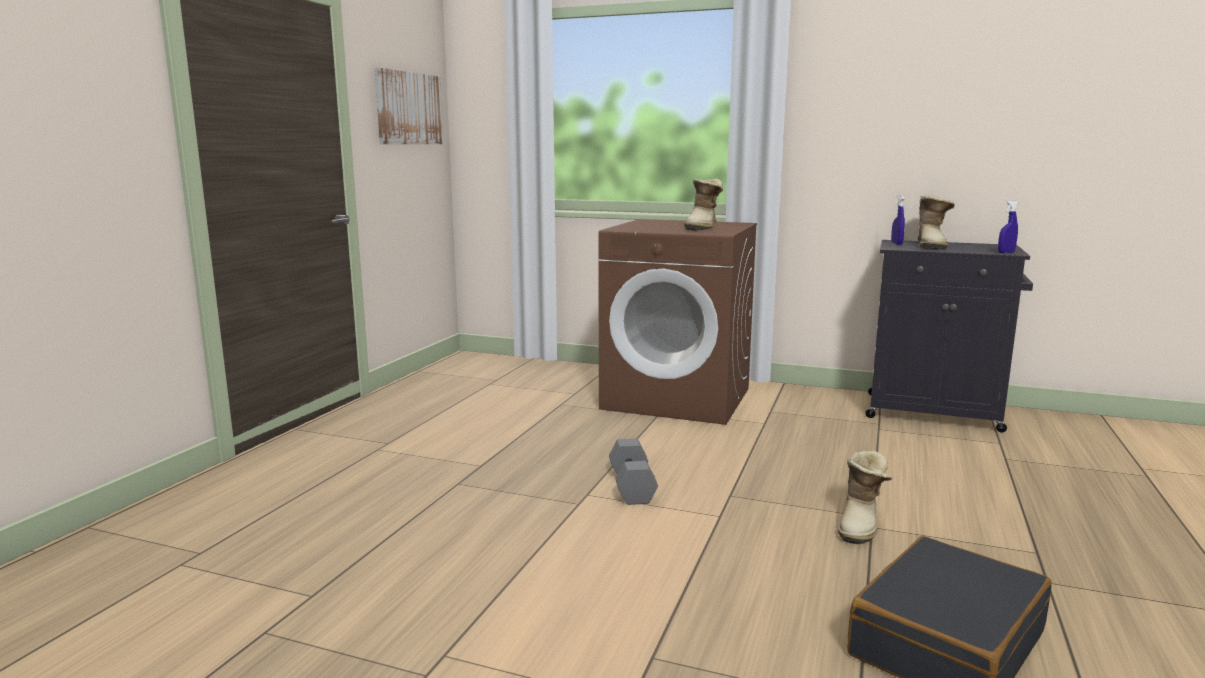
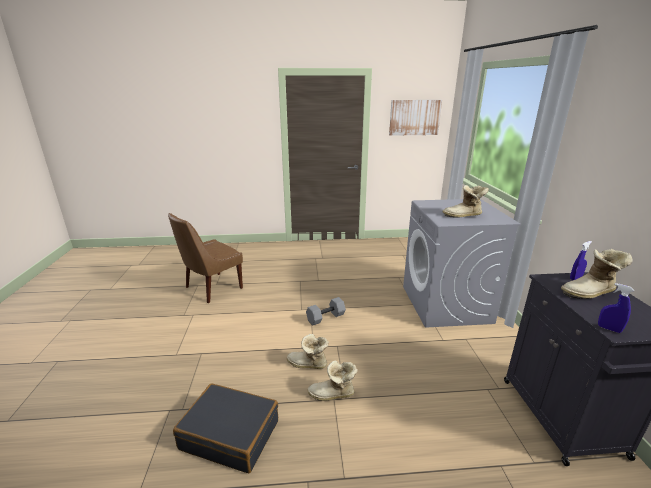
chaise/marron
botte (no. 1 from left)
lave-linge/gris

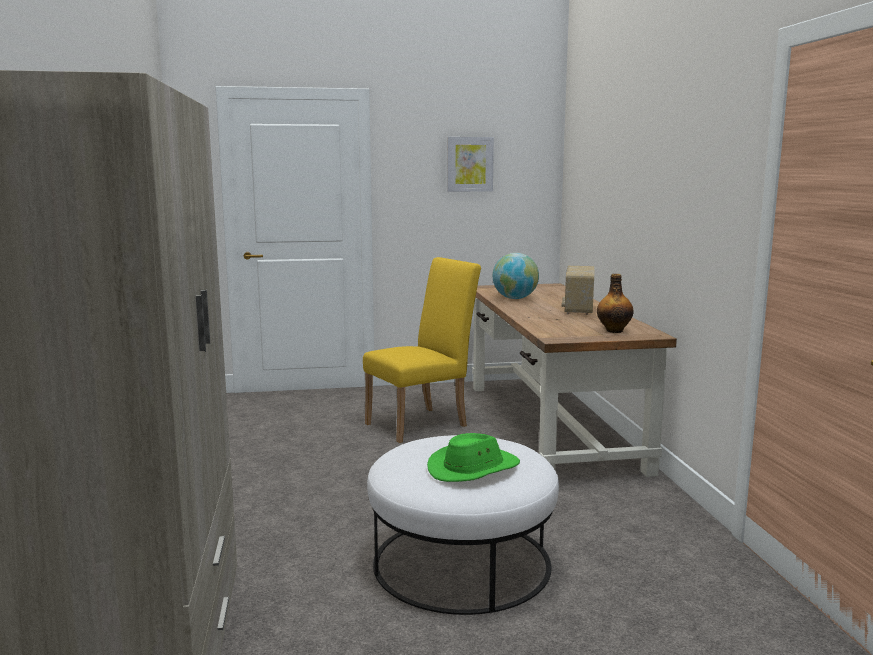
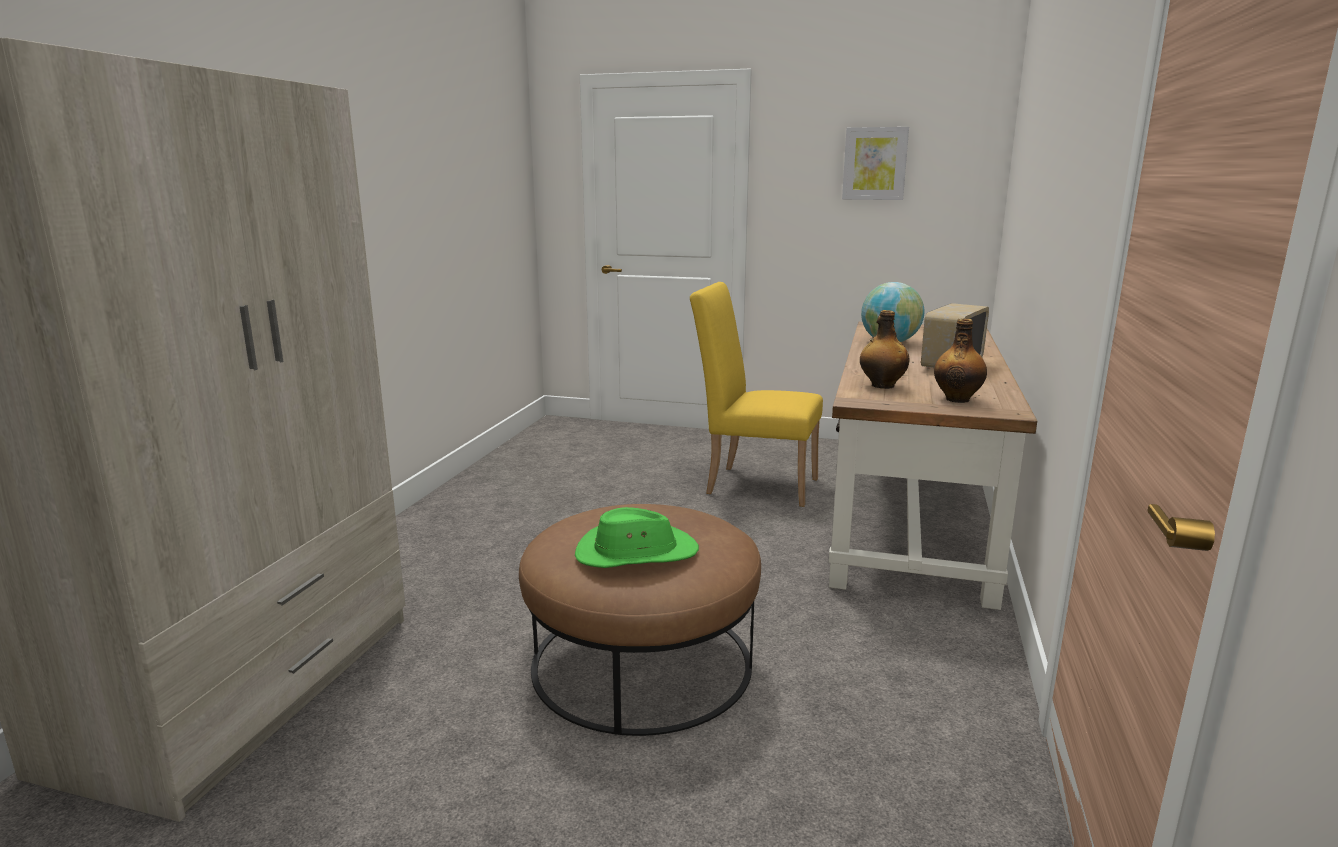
bouteille (no. 1 from left)
pouf/marron
chaise/jaune

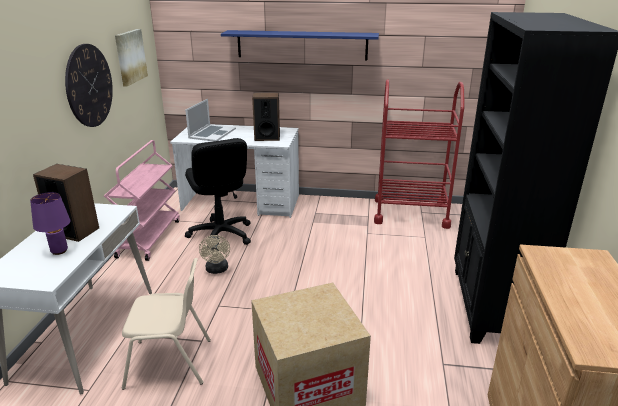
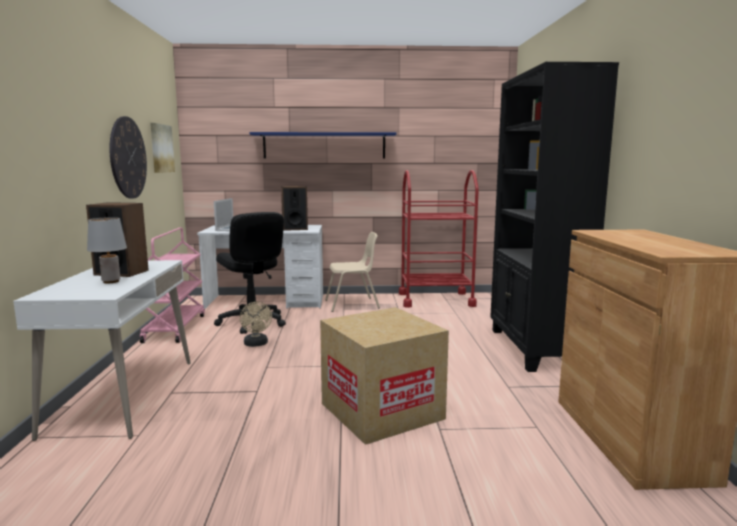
chaise/beige
lampe de table/gris

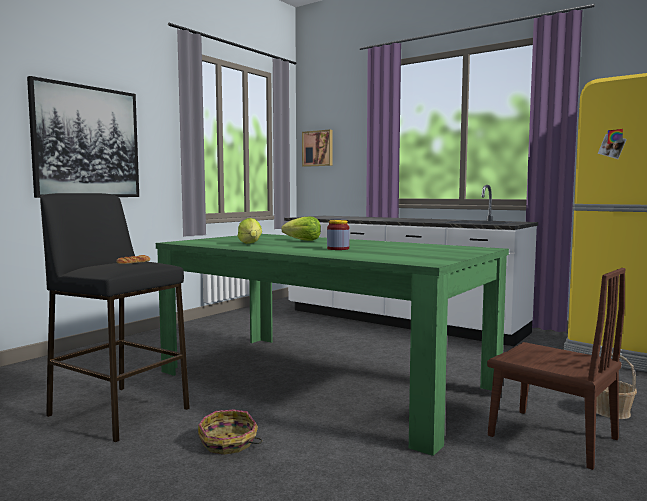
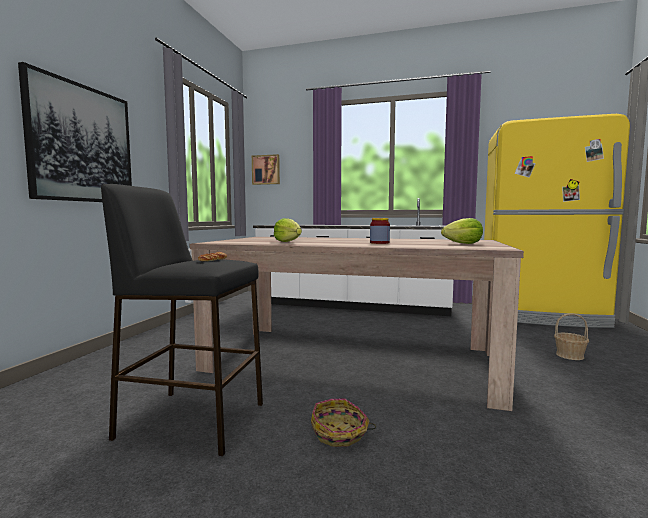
chaise/marron
laitue (no. 2 from left)
table à manger/beige

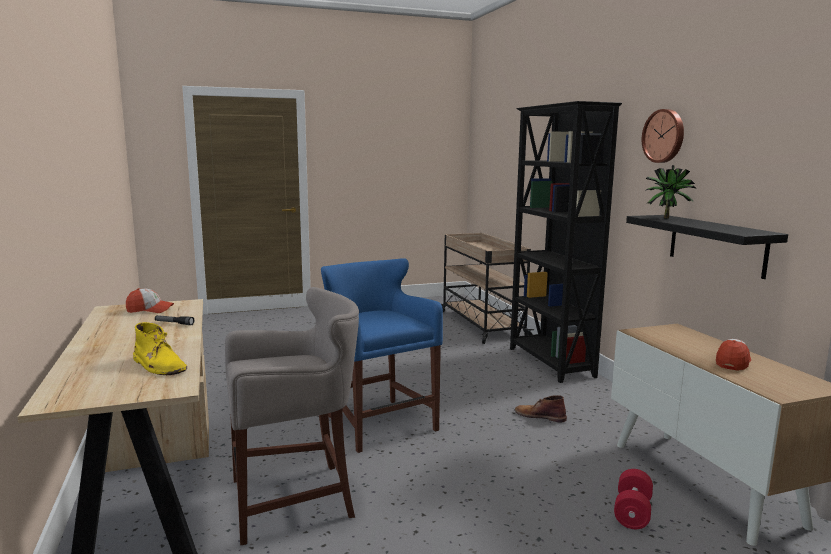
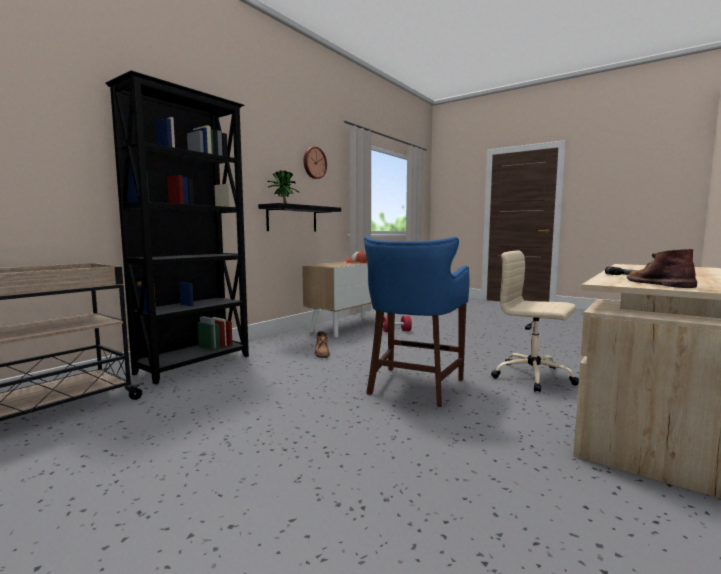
botte/jaune
horloge murale
botte/marron (no. 2 from left)
chaise de bureau/beige

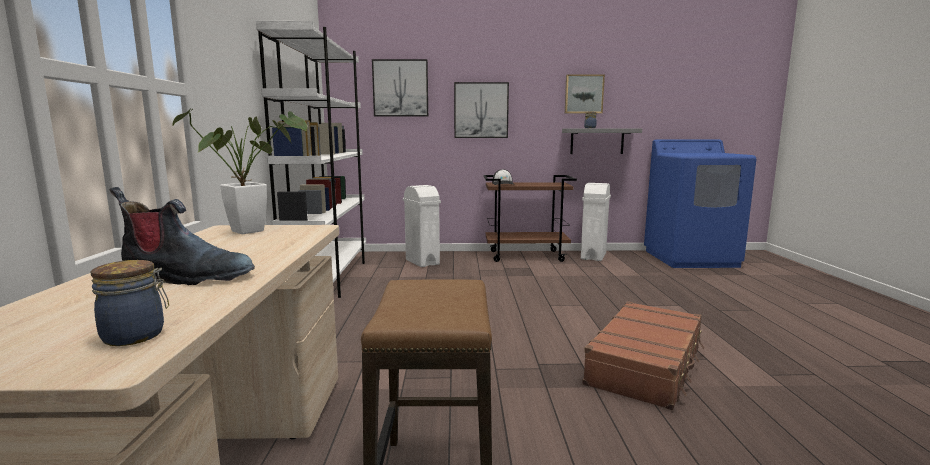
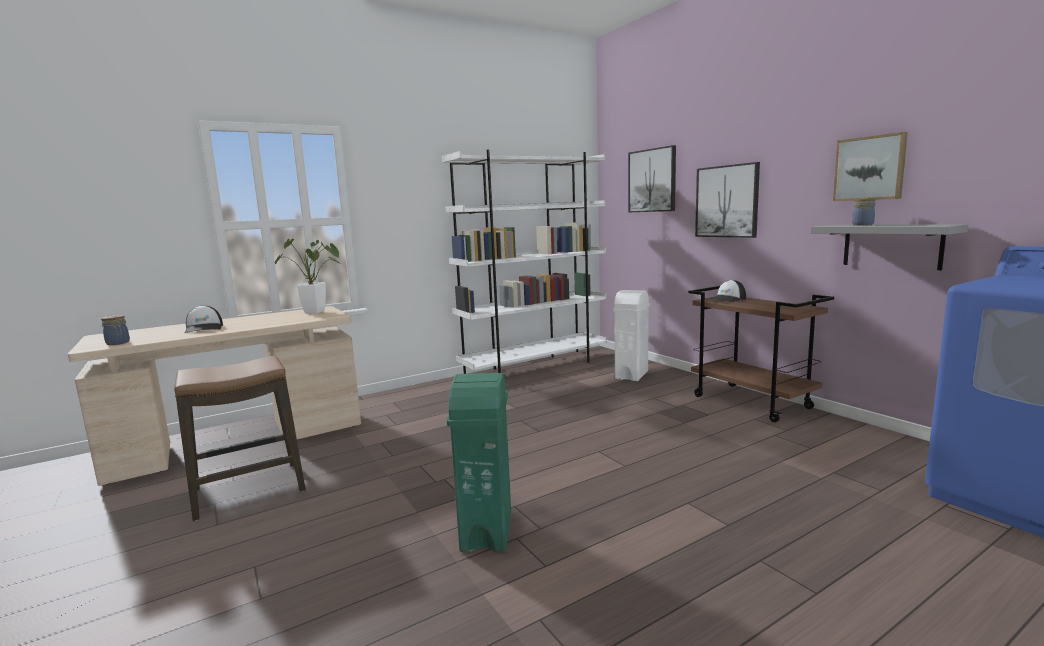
poubelle/blanc (no. 2 from left in the first image)
casquette (no. 1 from left)
poubelle/vert

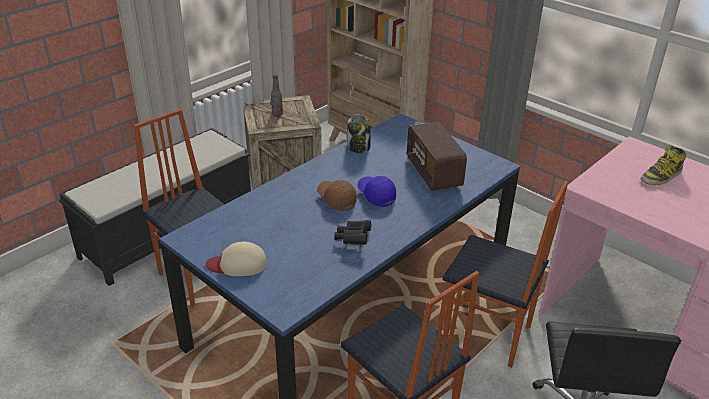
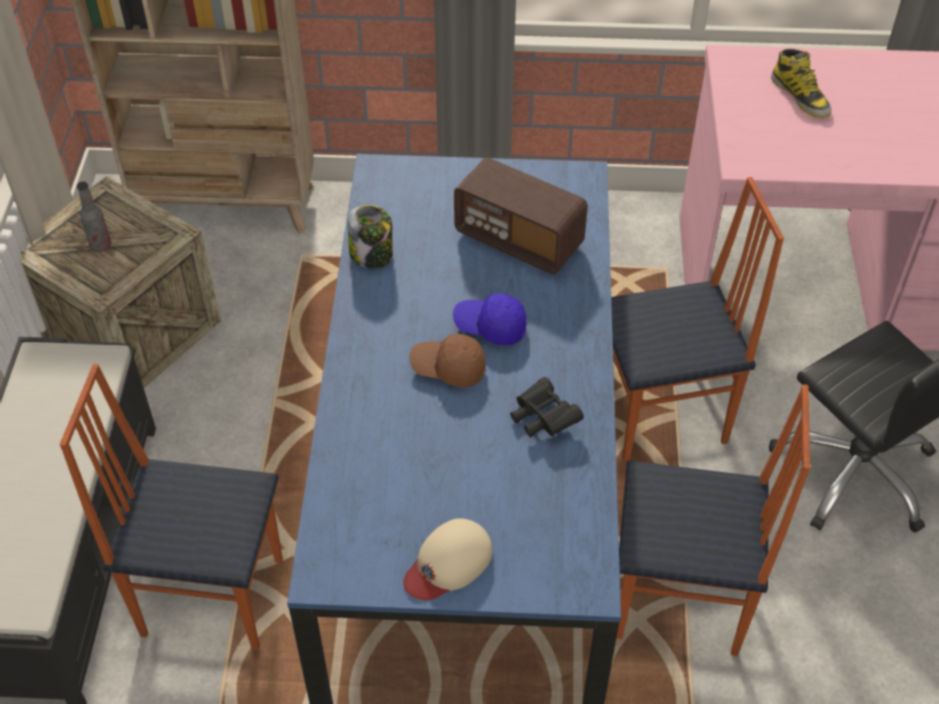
botte

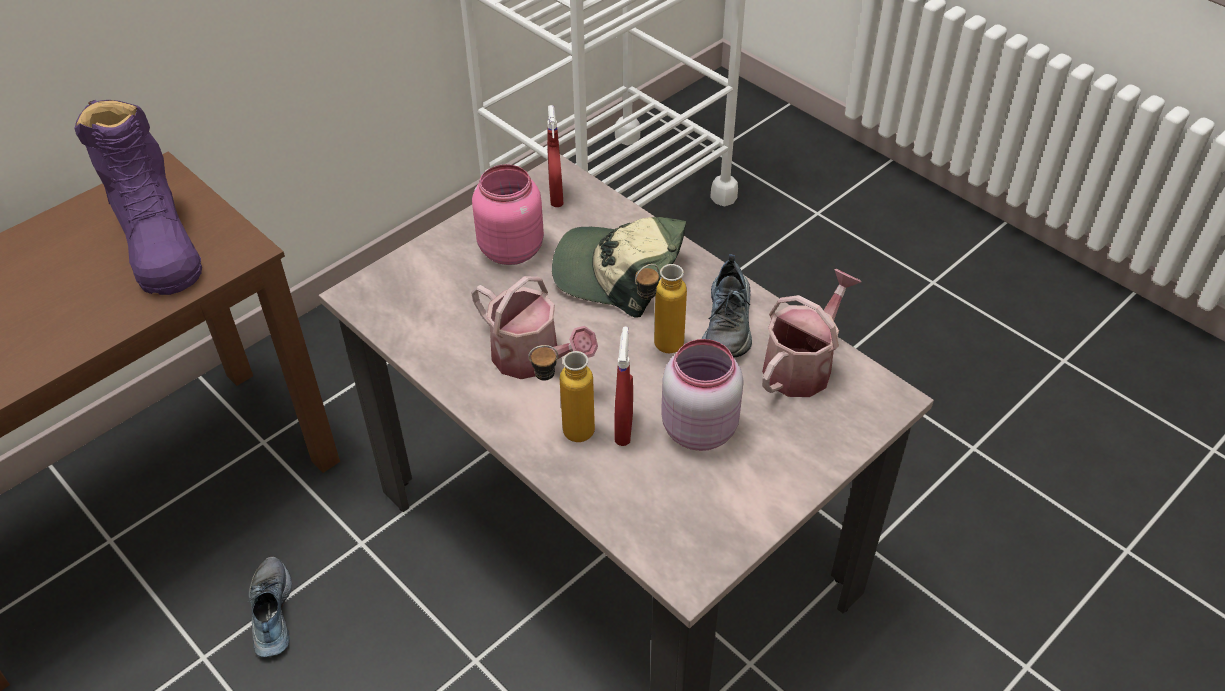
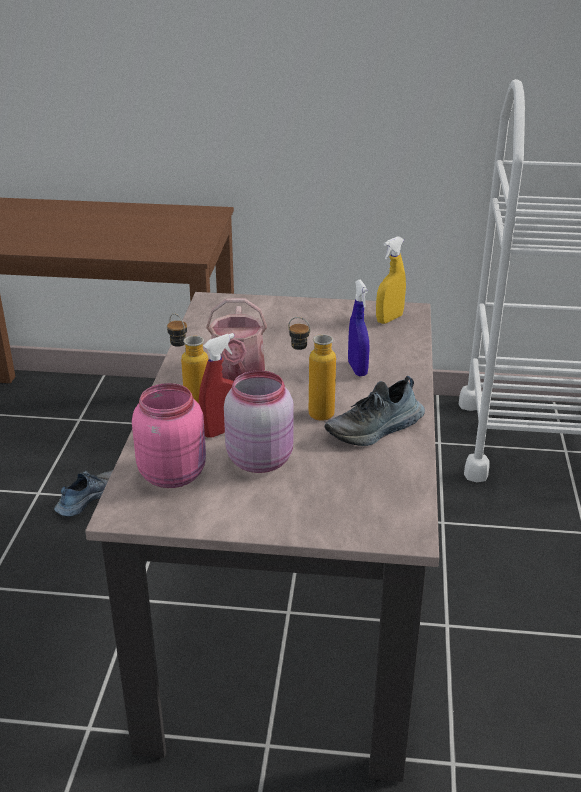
botte/violet
arrosoir (no. 2 from left in the first image)
bocal/rose (no. 1 from left)
vaporisateur/bleu
vaporisateur/jaune

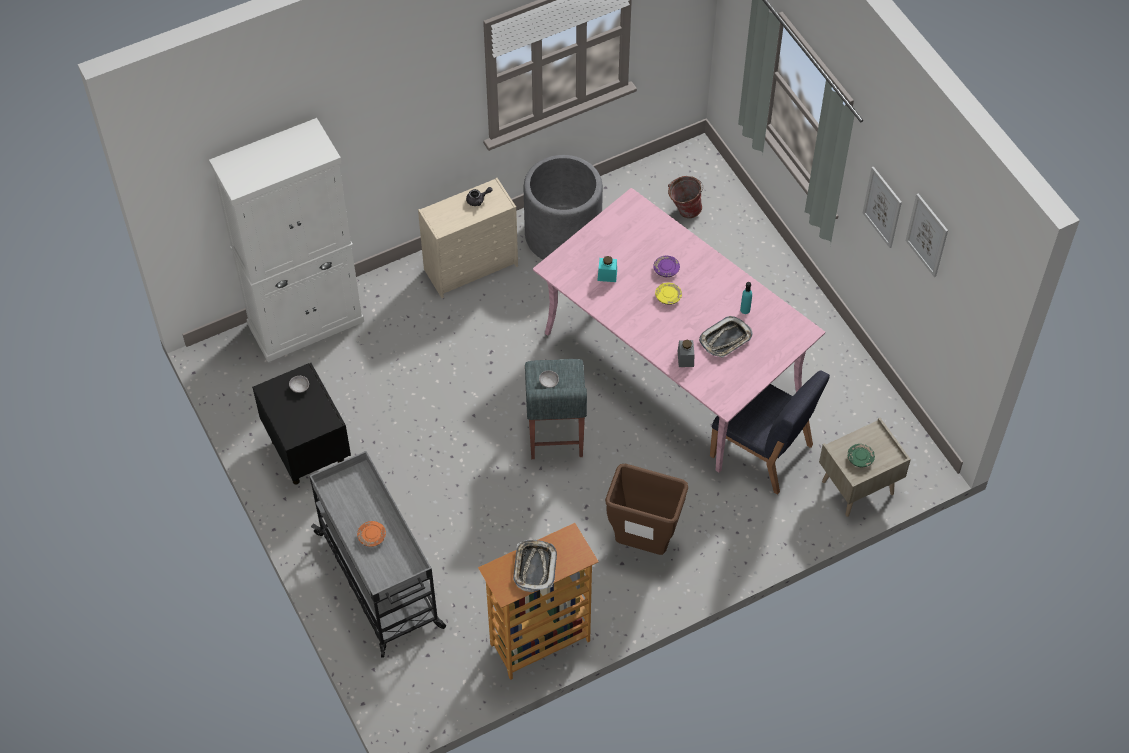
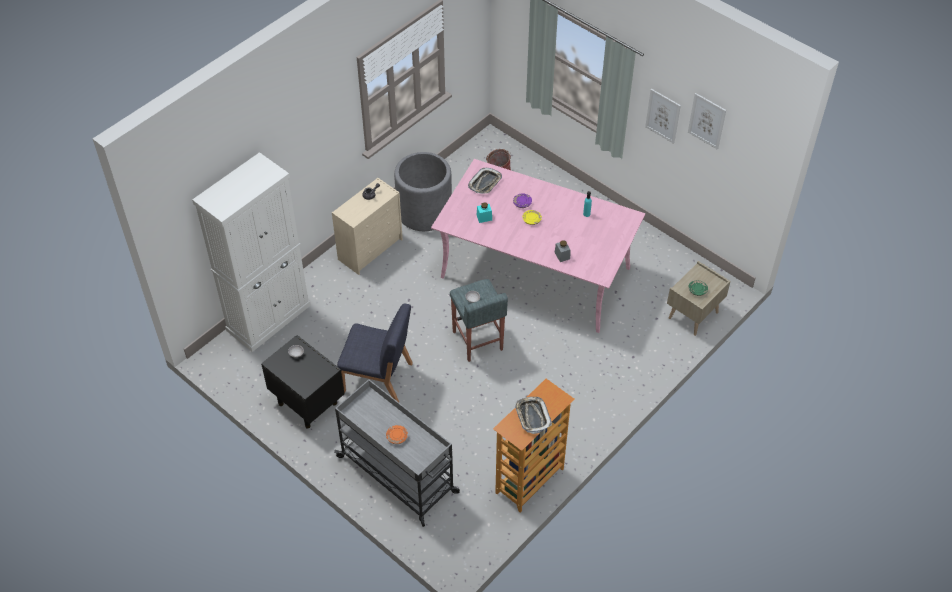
poubelle/marron
plateau (no. 1 from left)
chaise/bleu

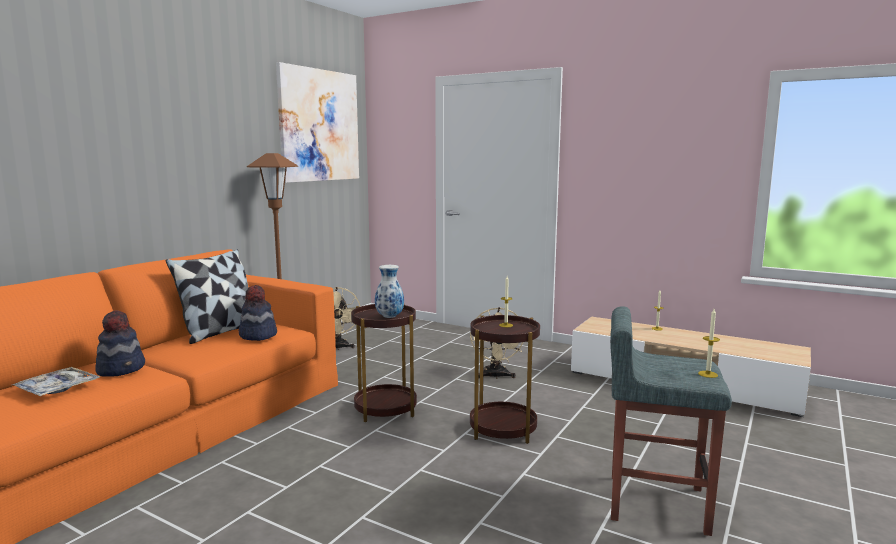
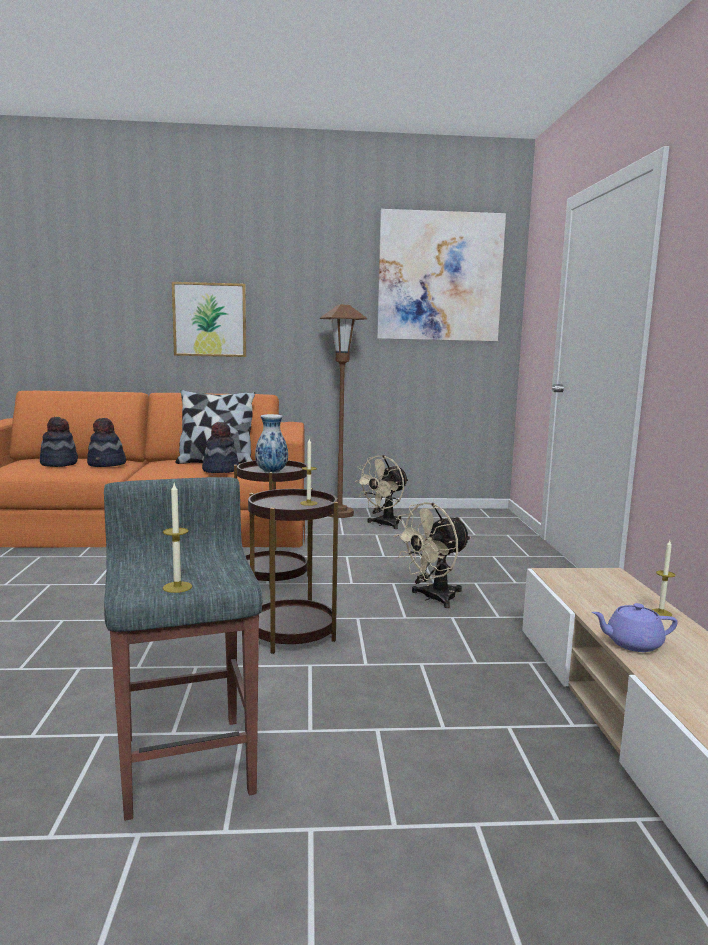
tableau (no. 1 from left)
théière/violet
chapeau (no. 1 from left)

